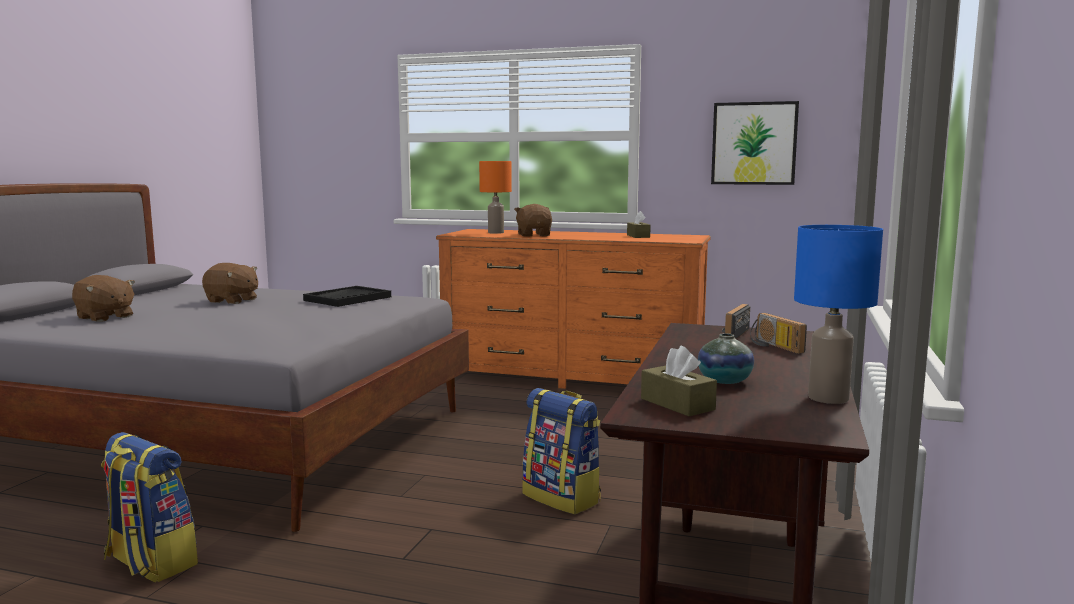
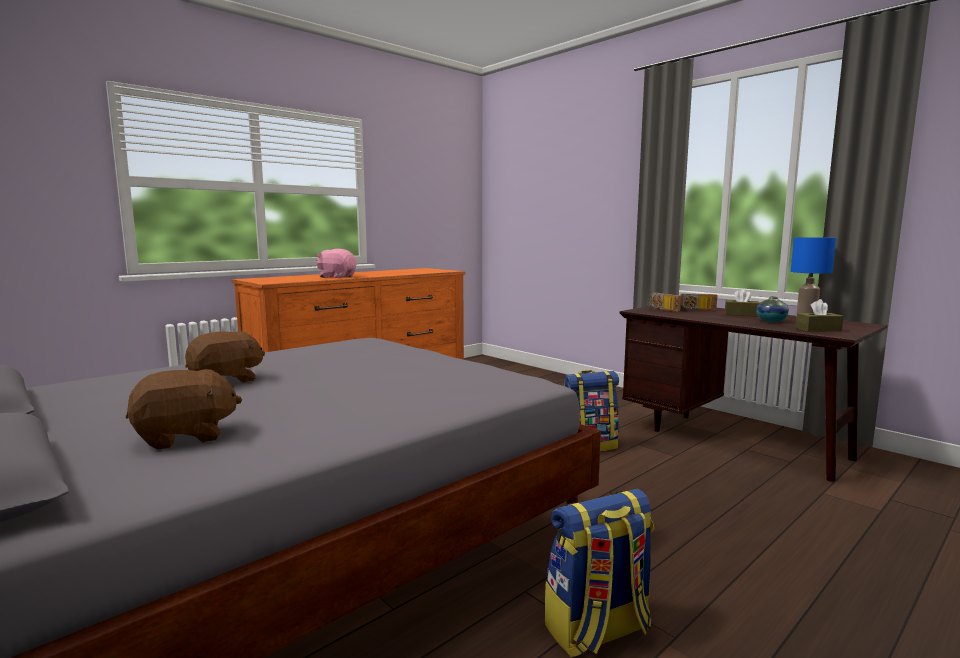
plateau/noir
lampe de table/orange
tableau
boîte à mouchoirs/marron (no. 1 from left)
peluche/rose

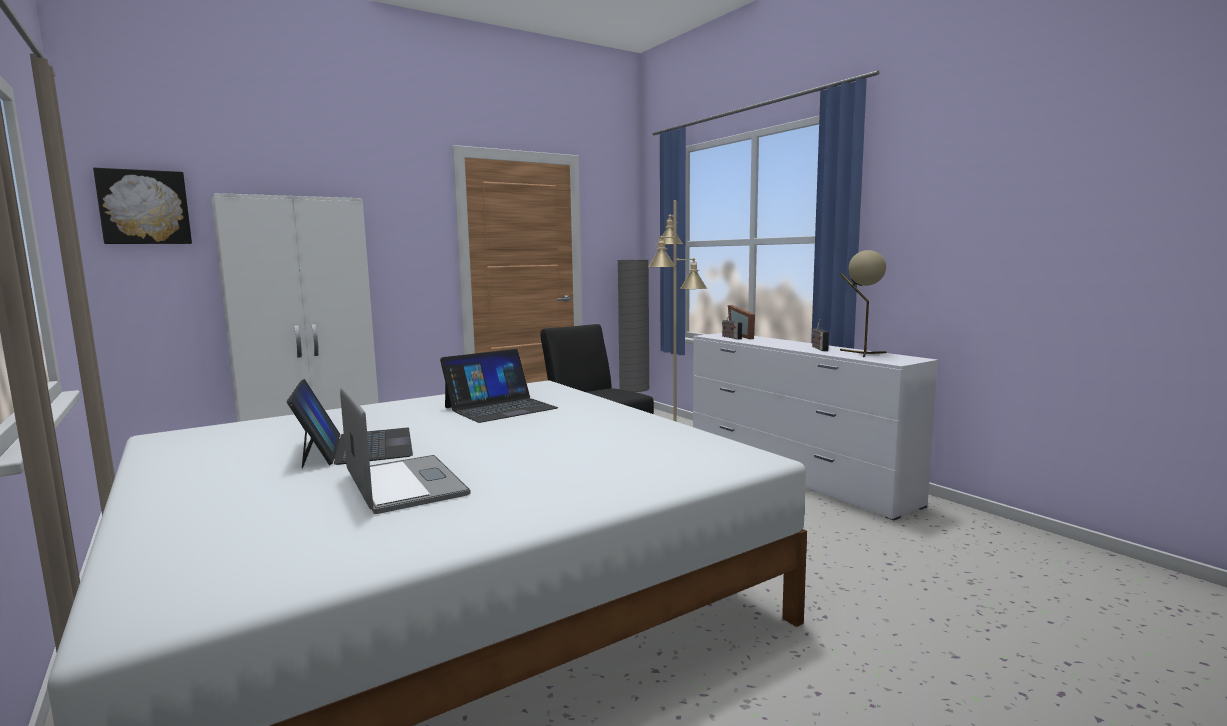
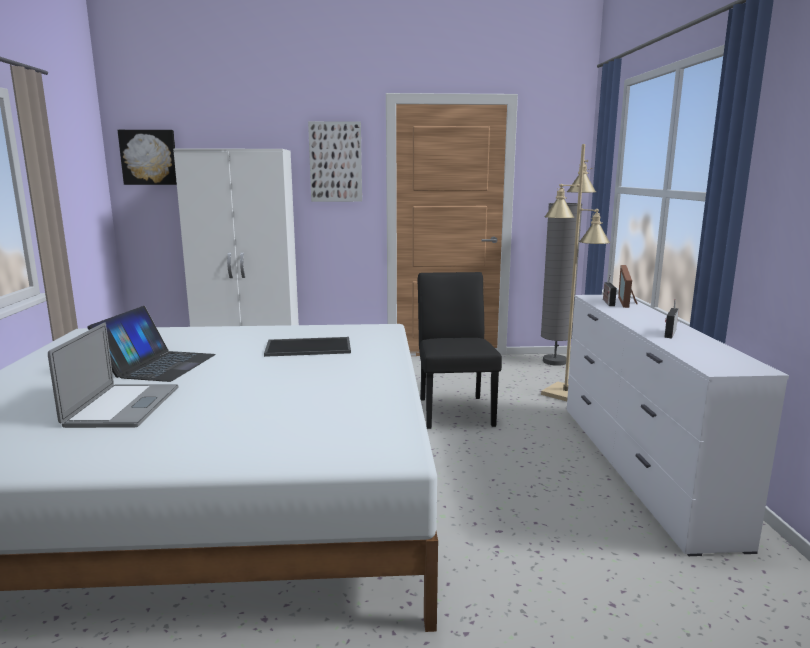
lampe de table/beige
tableau (no. 2 from left)
plateau

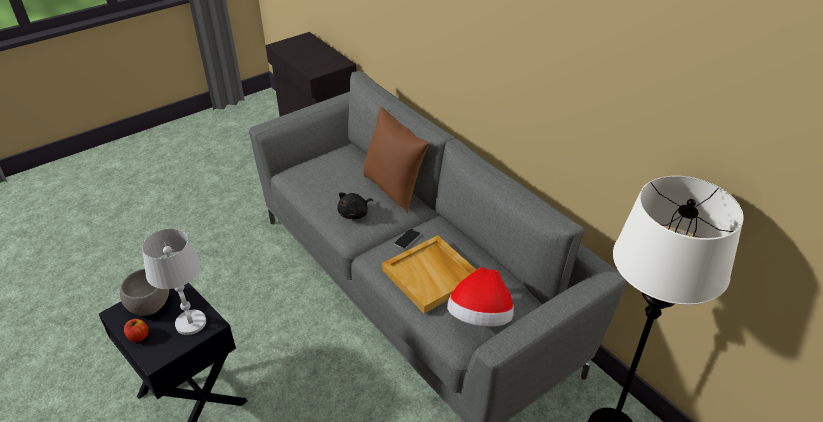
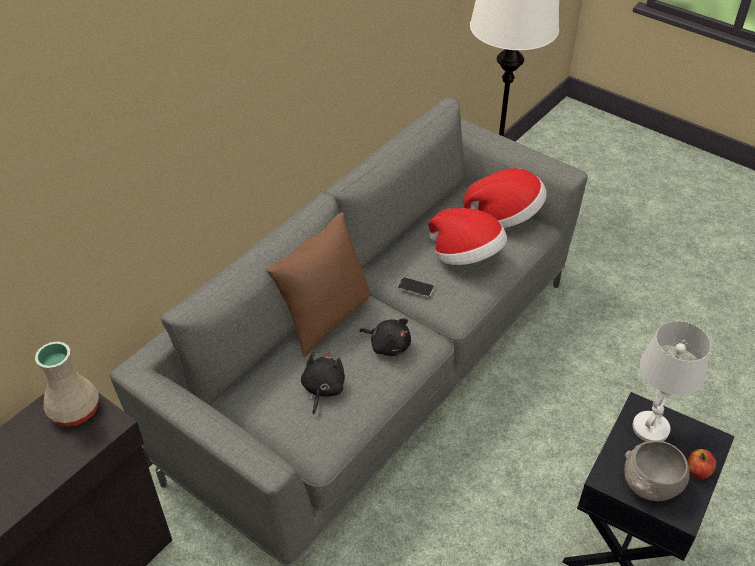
vase/beige
peluche/noir (no. 1 from left)
chapeau (no. 1 from left)

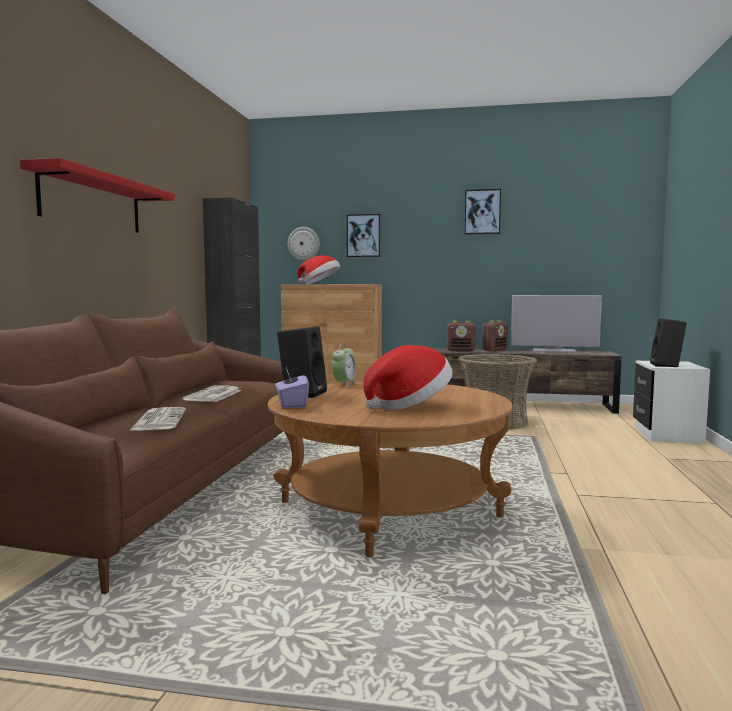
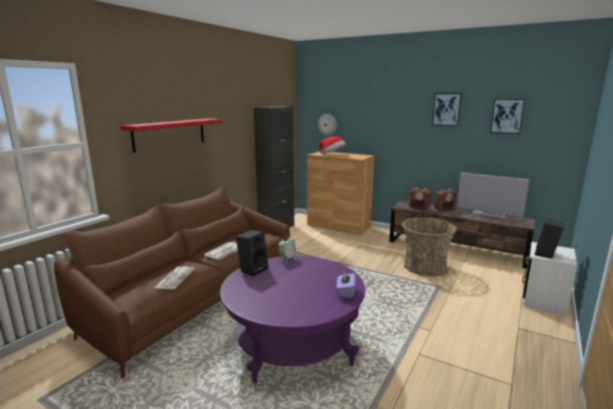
chapeau (no. 2 from left in the first image)
boîte à mouchoirs/violet
tableau (no. 2 from left)
table basse/violet

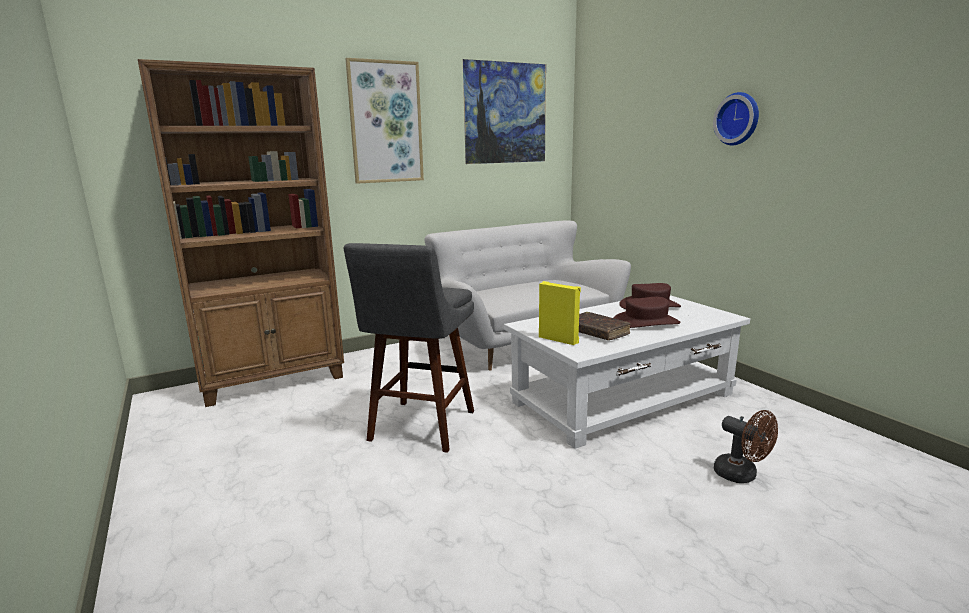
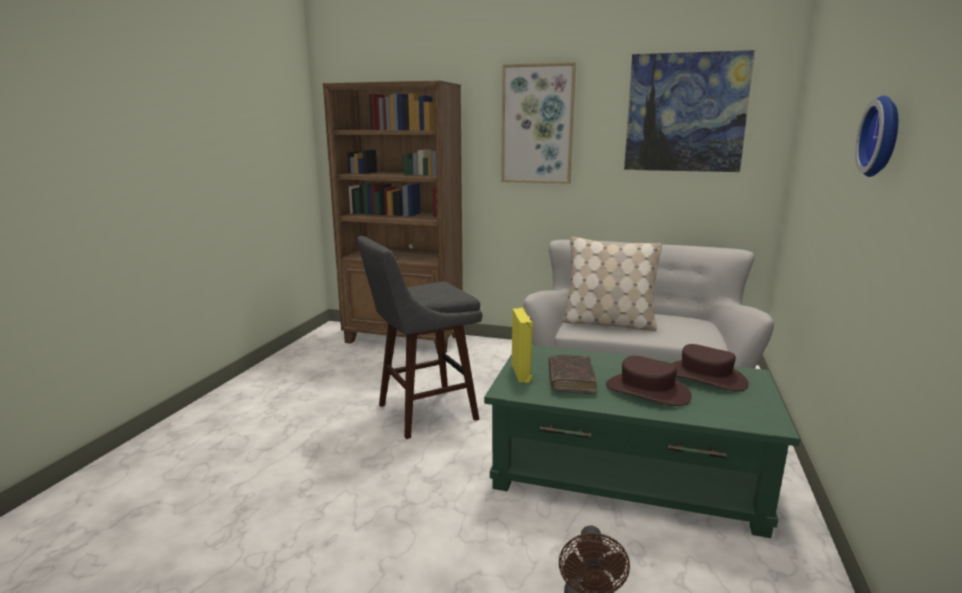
coussin/beige
table basse/vert

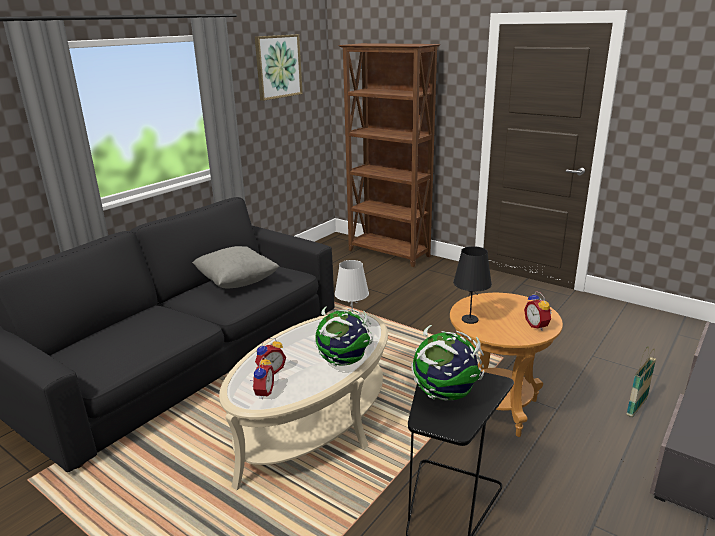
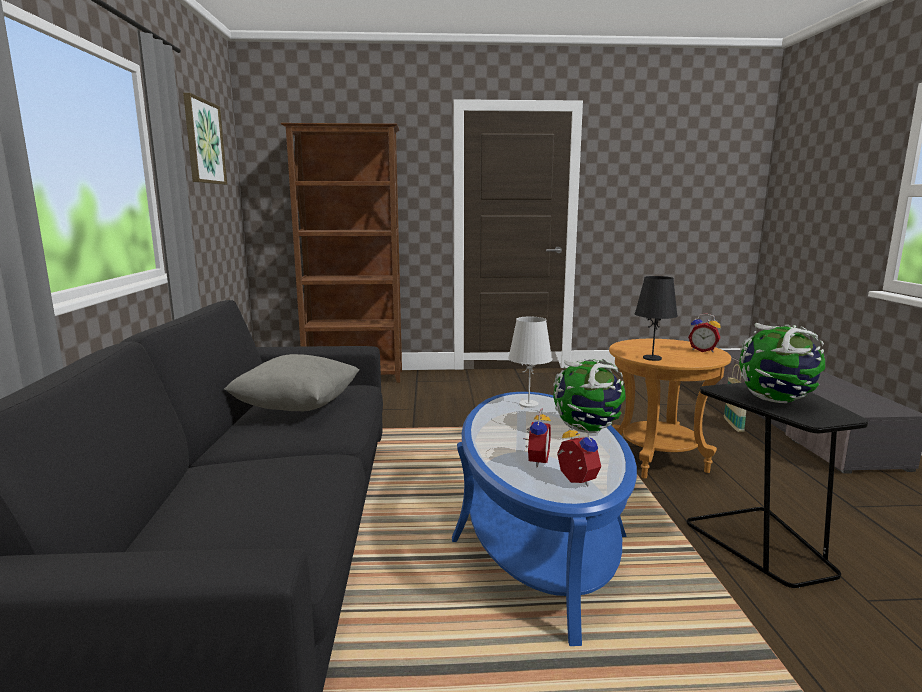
table basse/bleu

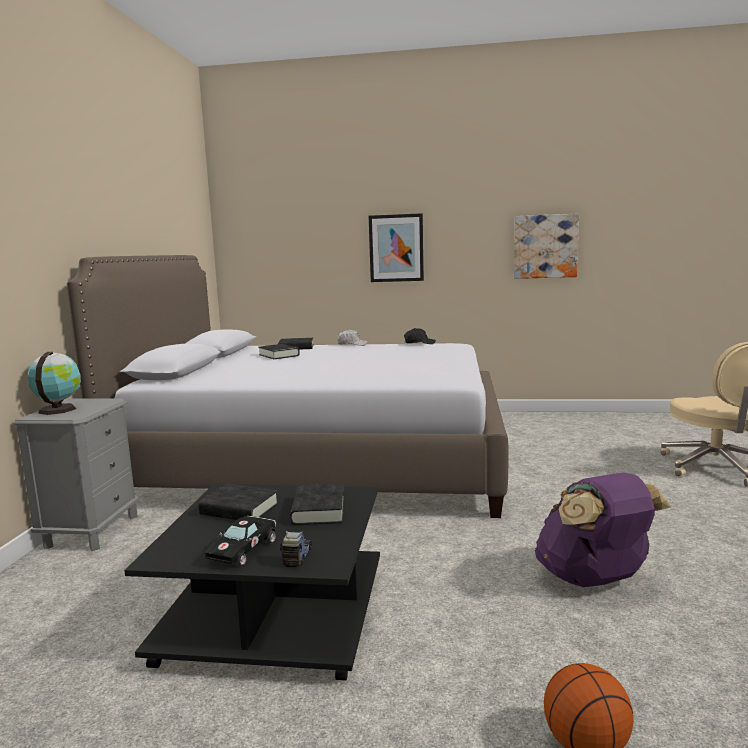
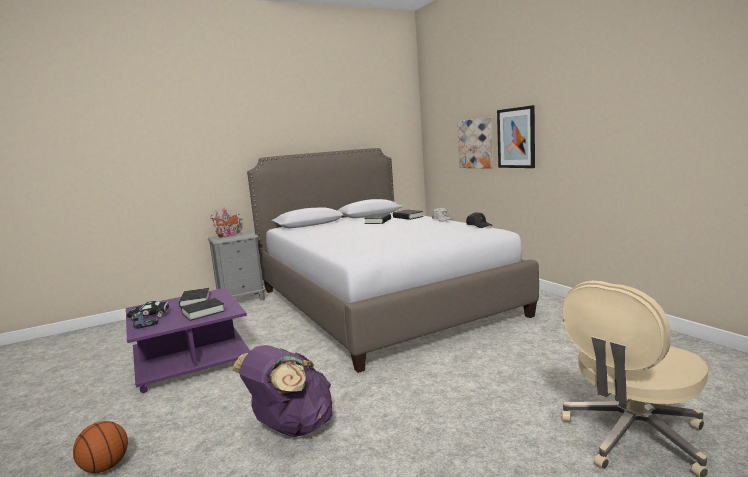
tableau (no. 1 from left)
maison miniature
table basse/violet

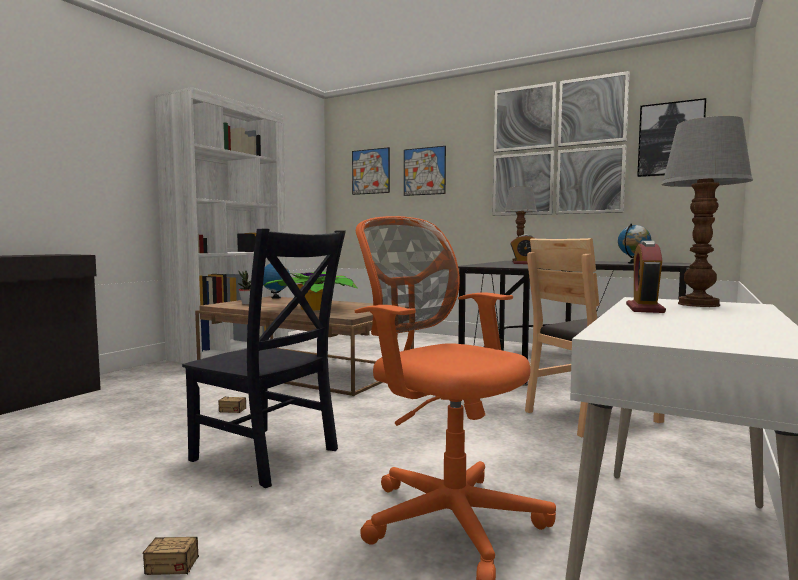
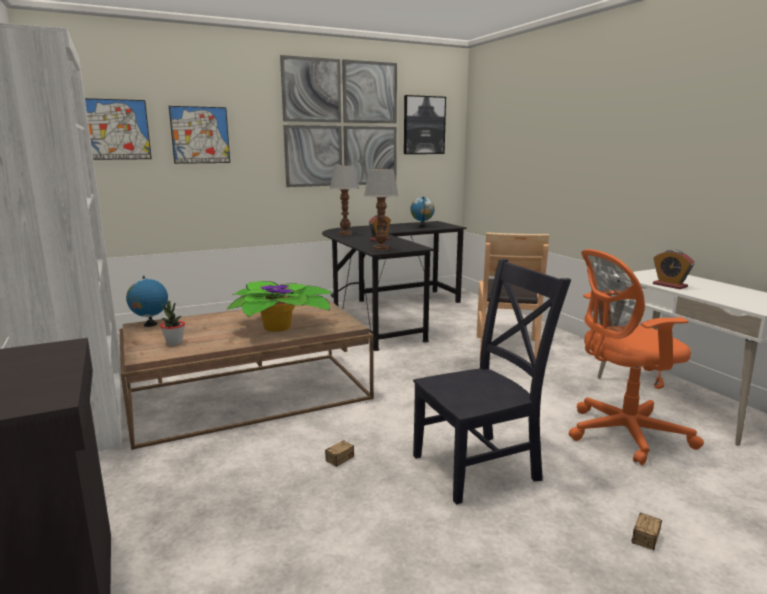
lampe de table (no. 2 from left)

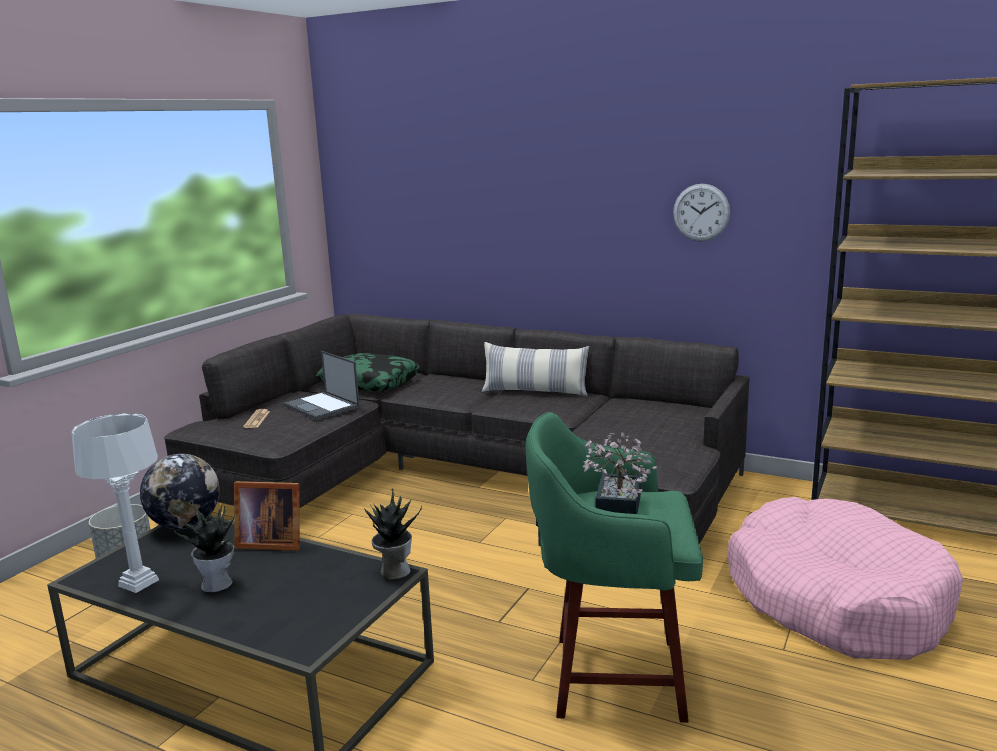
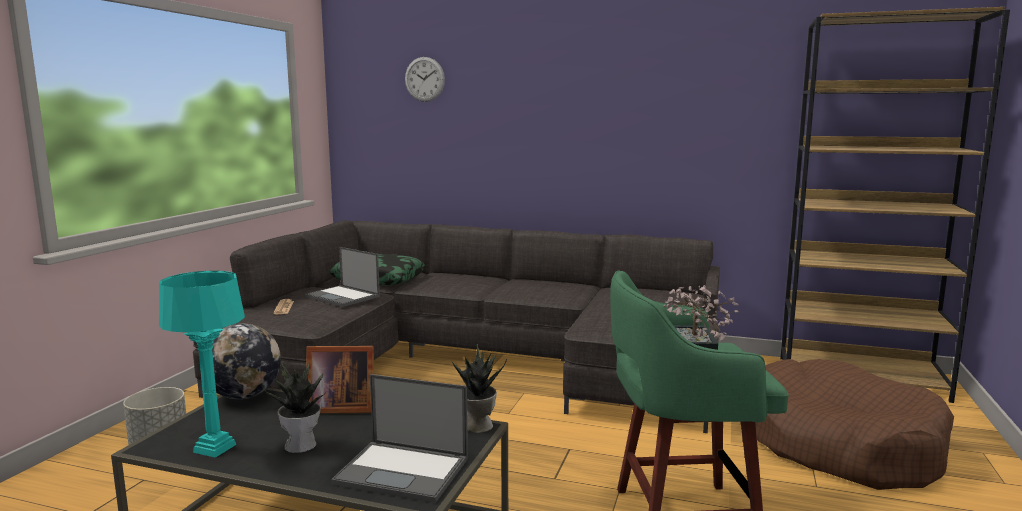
coussin (no. 2 from left in the first image)
ordinateur portable (no. 2 from left)
horloge murale
lampe de table/turquoise
panier pour chien/marron

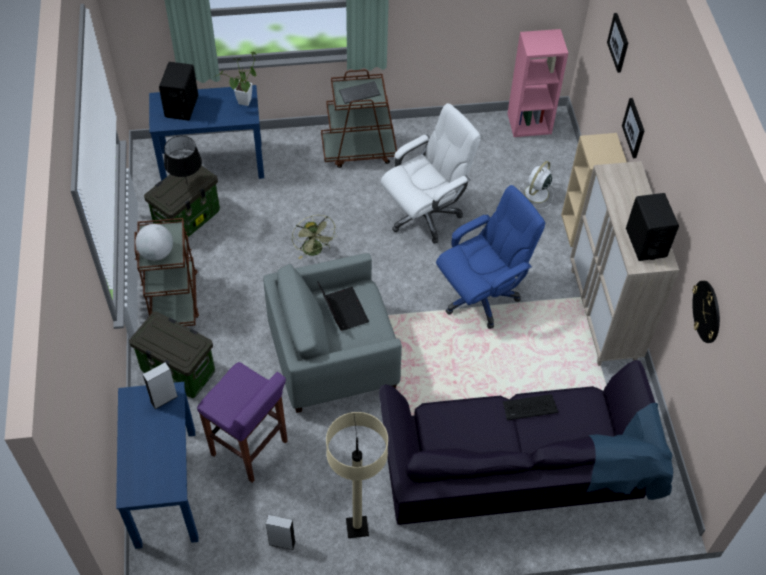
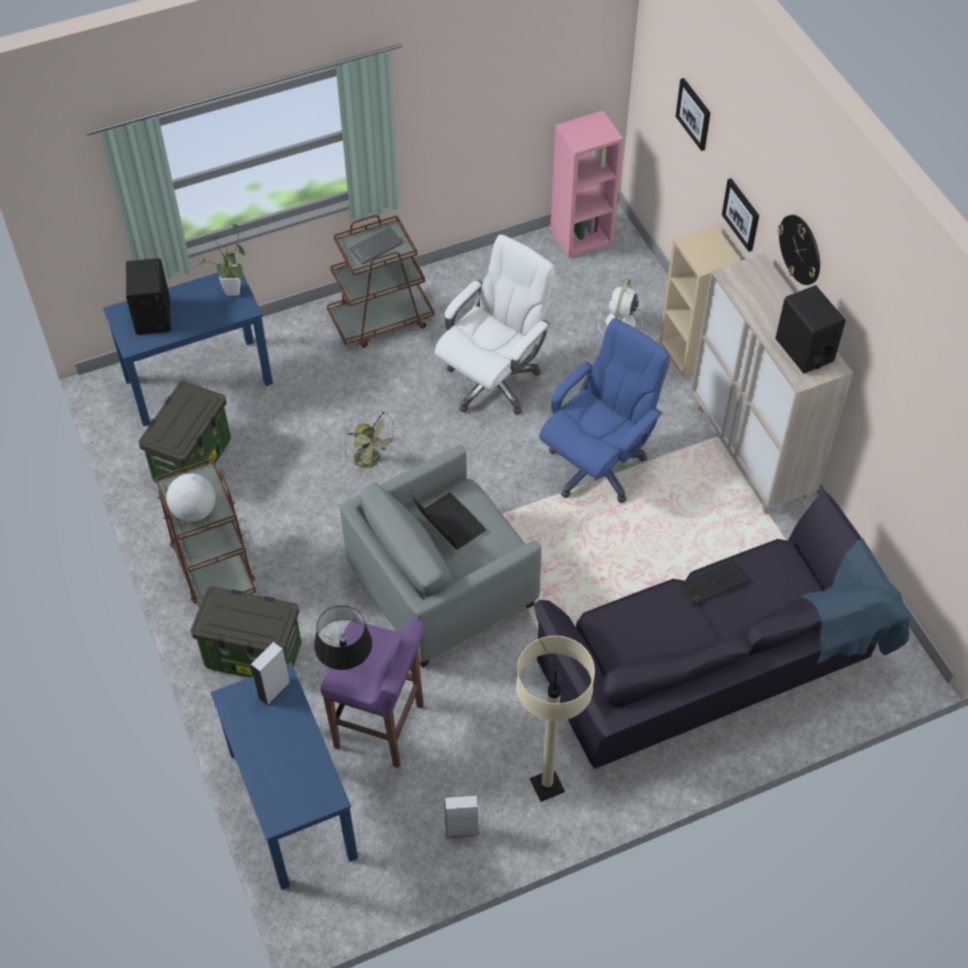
lampe de table/noir
horloge murale

